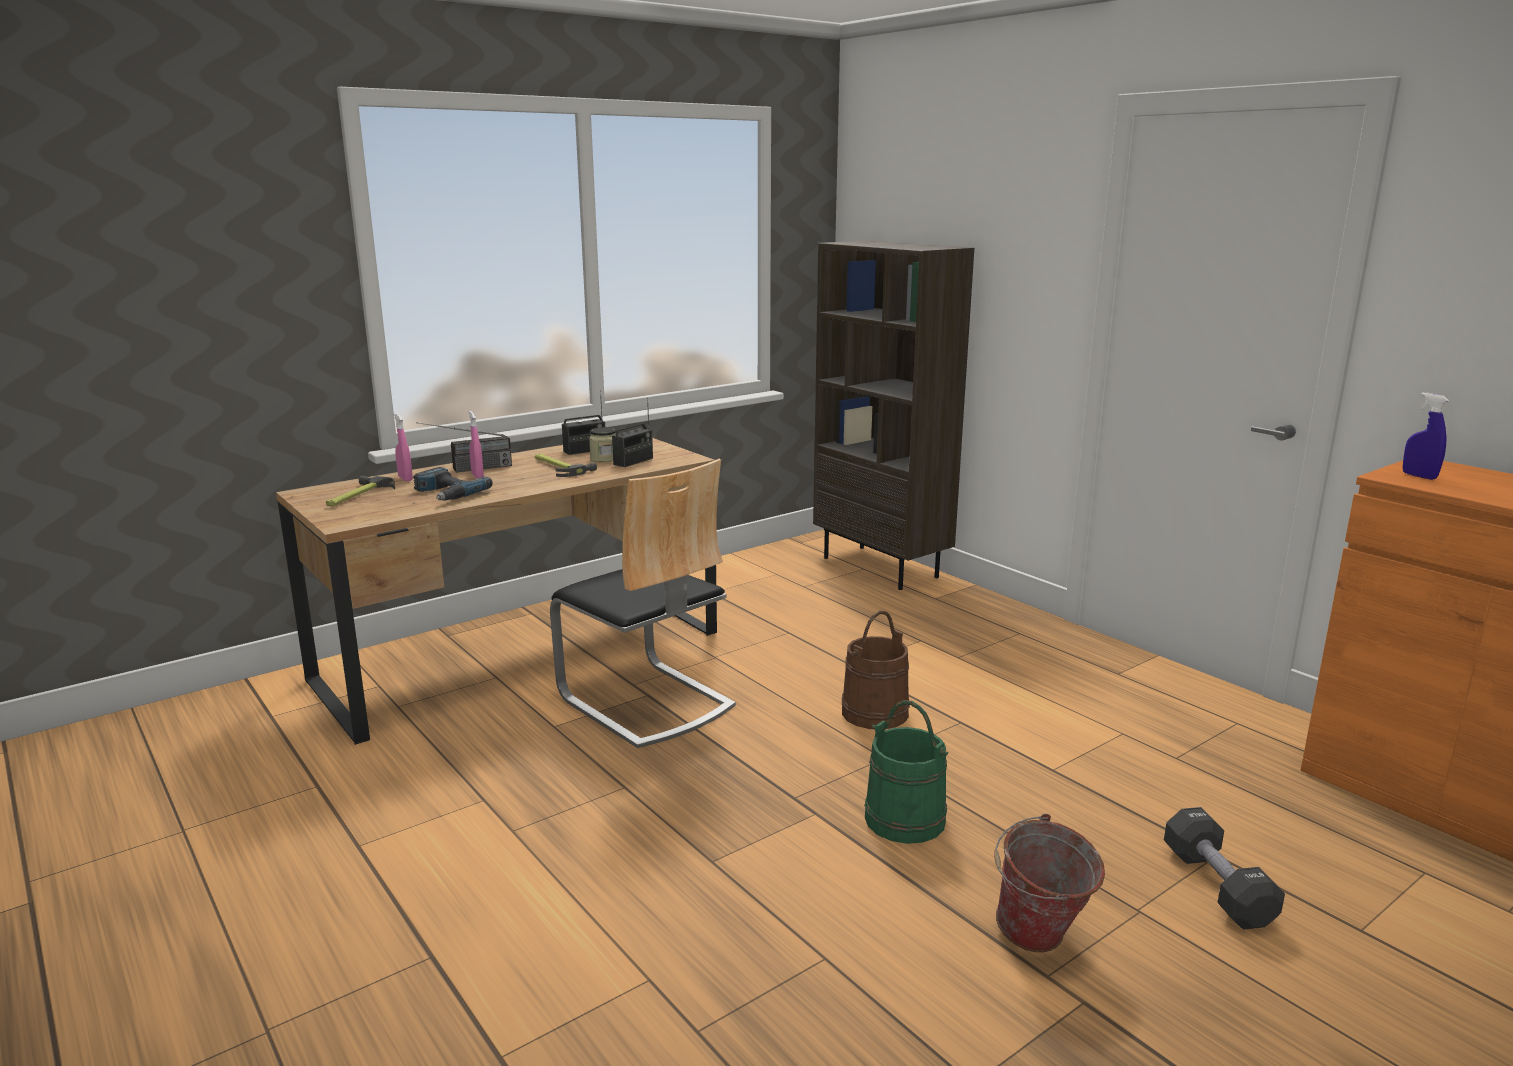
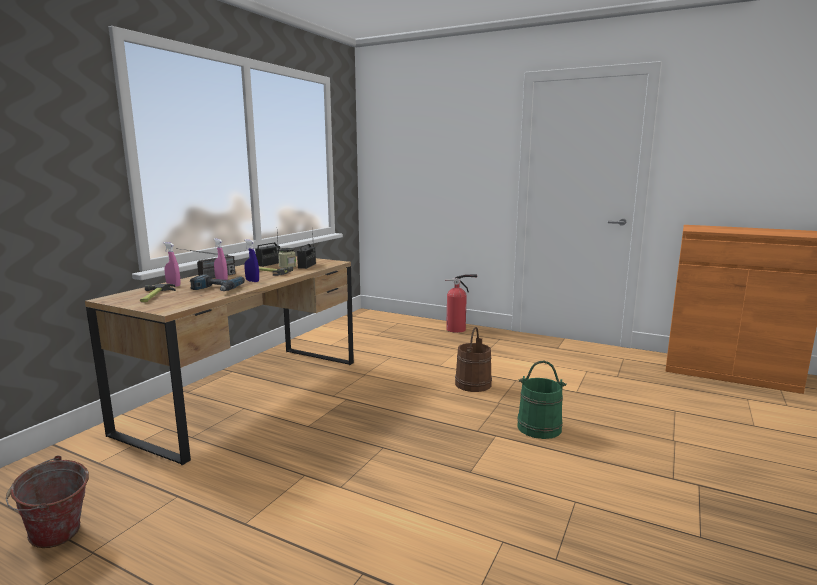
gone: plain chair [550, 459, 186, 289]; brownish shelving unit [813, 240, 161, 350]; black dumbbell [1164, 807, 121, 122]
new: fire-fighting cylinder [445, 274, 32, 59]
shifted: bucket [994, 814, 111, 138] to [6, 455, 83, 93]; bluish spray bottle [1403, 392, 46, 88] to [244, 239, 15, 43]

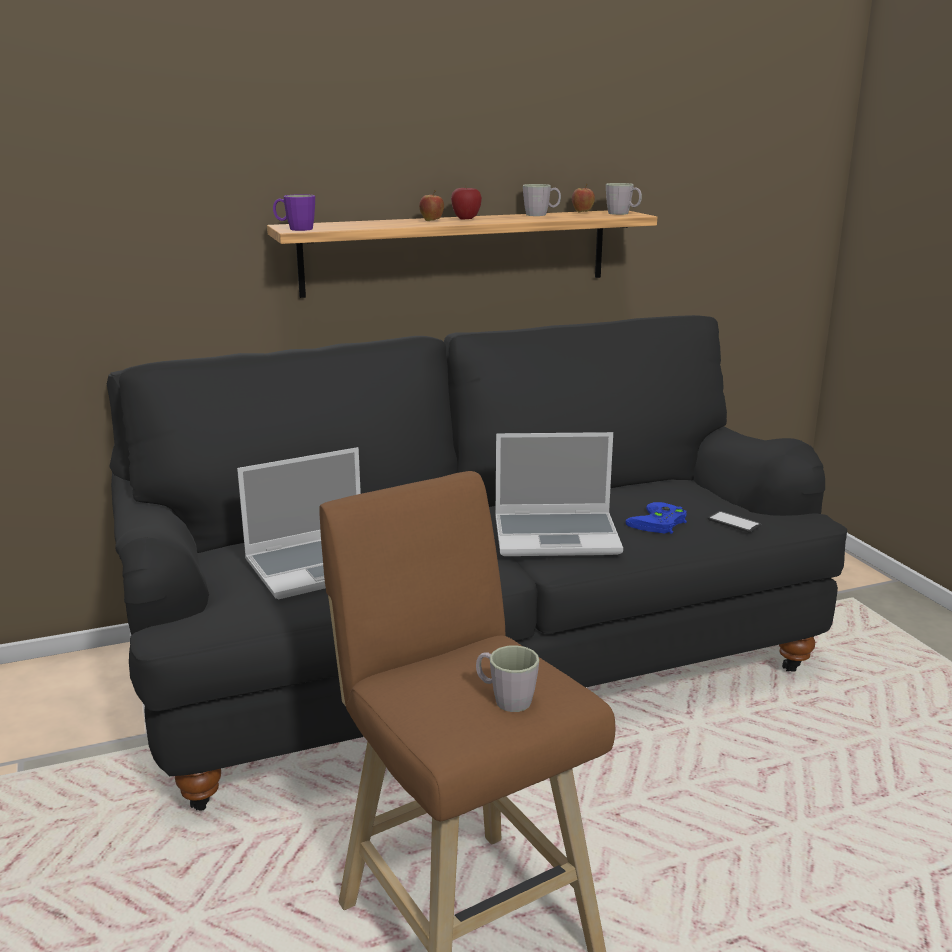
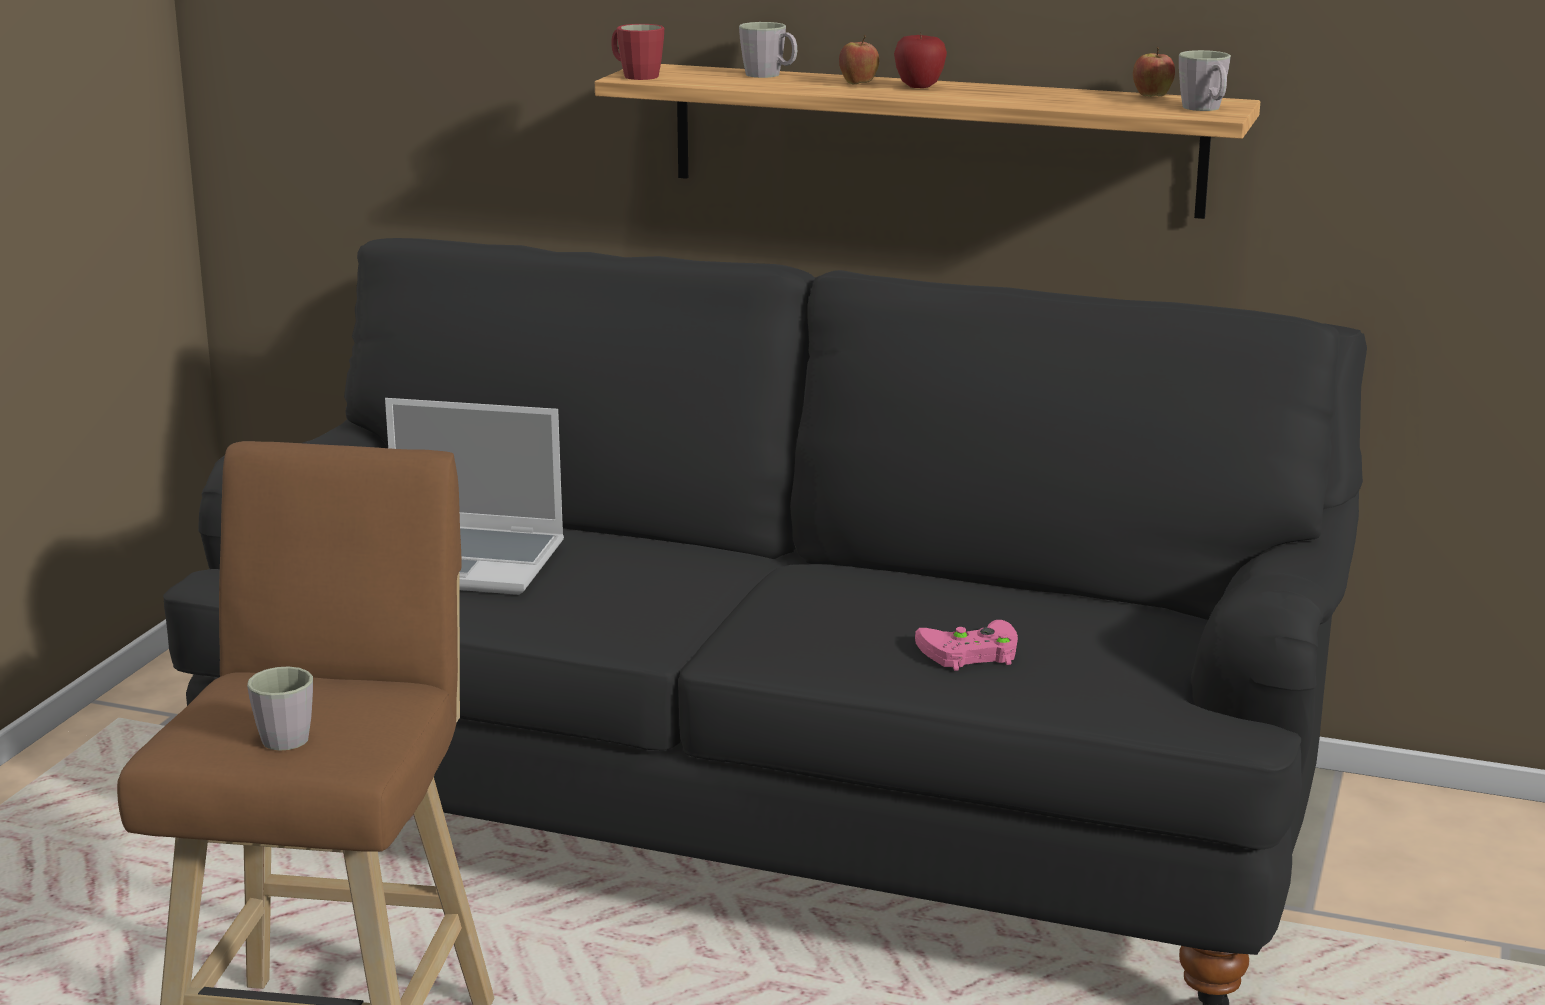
gone: portable computer [495, 432, 128, 124]; phone [708, 511, 53, 21]
shifted: gray tea mug [523, 184, 38, 32] to [739, 22, 58, 56]
repainted: purple-coloured tea mug [273, 194, 42, 37] to reddish tea mug [611, 24, 53, 56]; bluish gamepad [625, 502, 62, 32] to pinkish gamepad [915, 620, 103, 51]

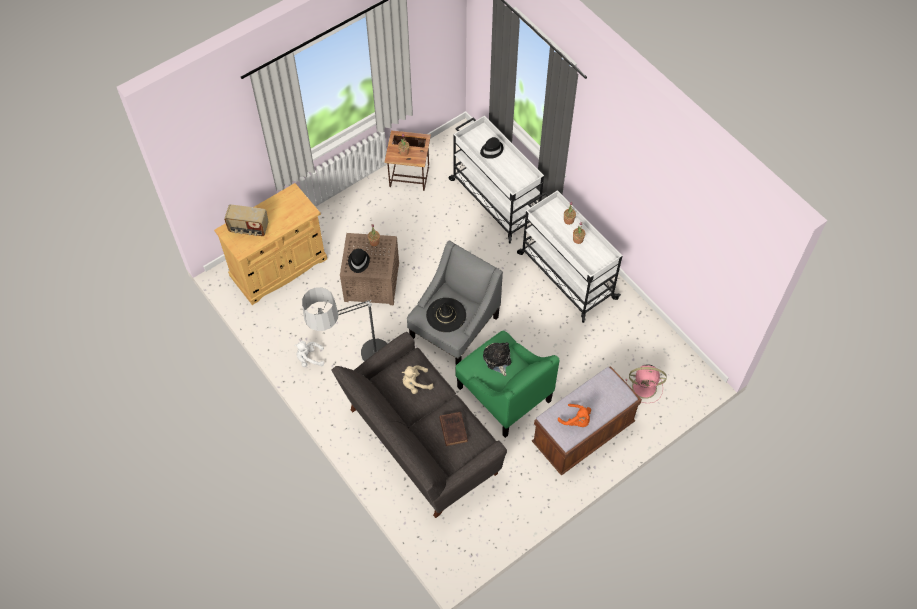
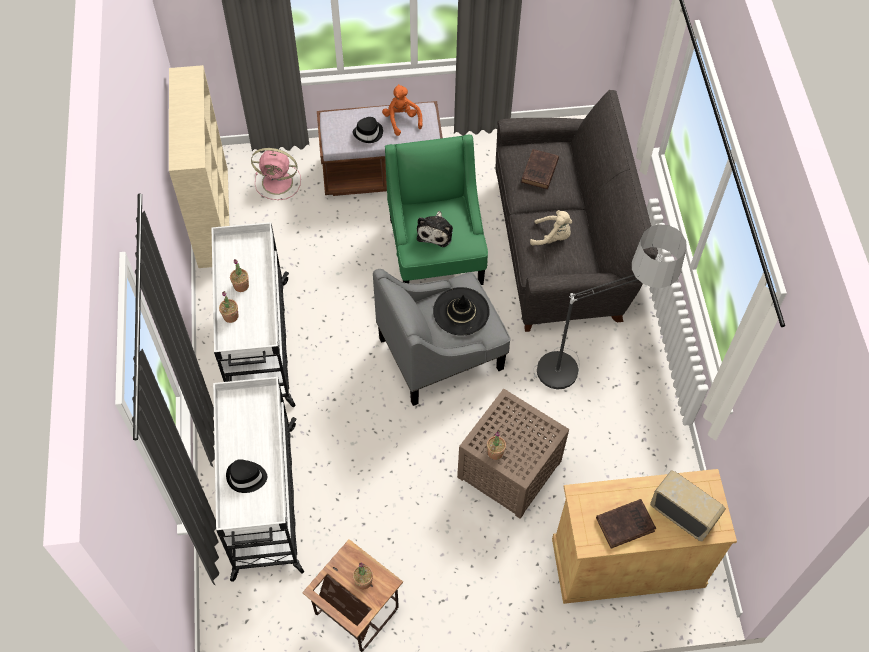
gone: white soft toy [295, 341, 29, 26]
new: beige shelving unit [169, 65, 60, 203]; brownish volume [596, 499, 60, 49]
shifted: black wearable hat [348, 249, 22, 24] to [353, 117, 30, 26]
rotated: pinkish electric fan [626, 364, 41, 39] = [251, 148, 50, 52] 150 degrees clockwise

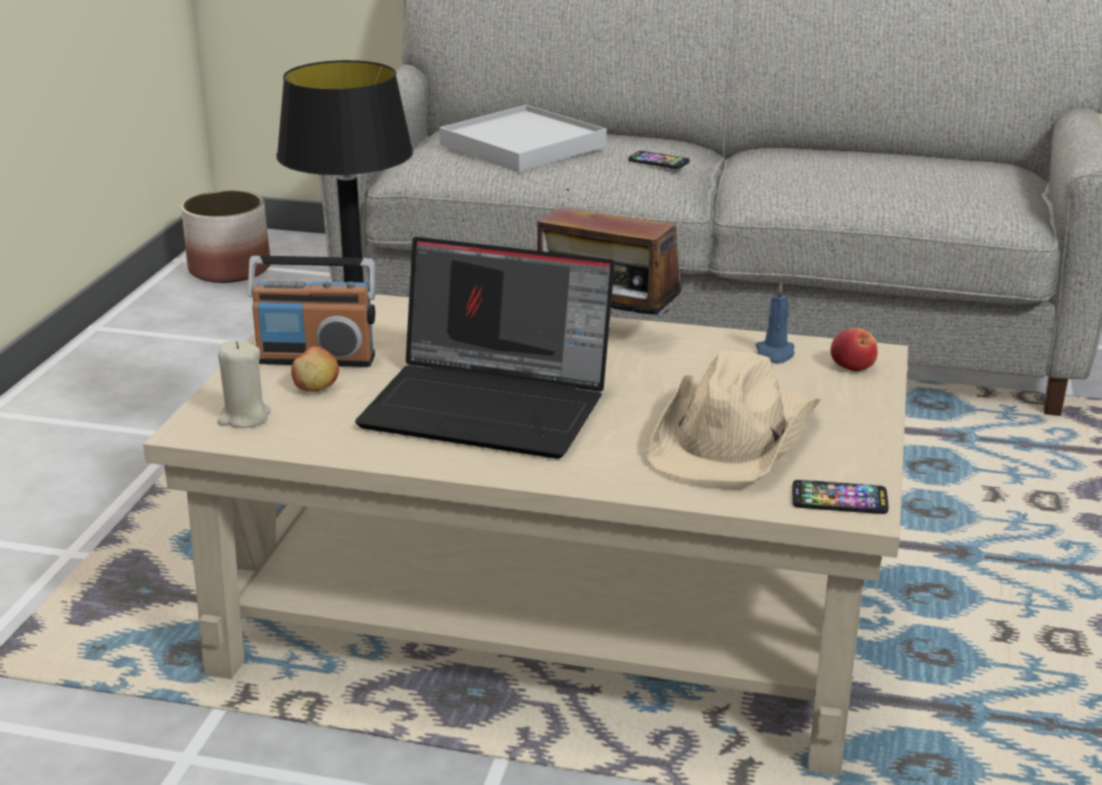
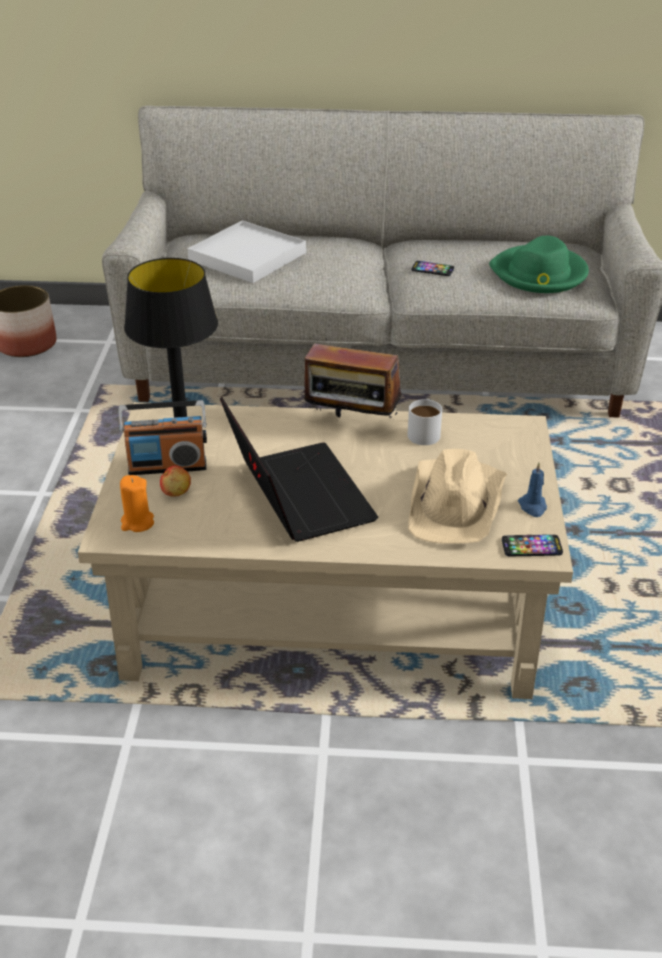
gone: whole apple [830, 328, 48, 43]
new: white tea mug [408, 399, 34, 46]; green-coloured wearable hat [489, 236, 100, 57]
shifted: phone [628, 151, 62, 18] to [412, 261, 42, 15]; bluish candle [756, 282, 38, 81] to [518, 462, 29, 55]
repainted: beige candle [217, 340, 54, 88] to orangey candle [120, 475, 34, 57]
rotated: portable computer [355, 237, 260, 222] = [220, 397, 159, 145] 120 degrees counterclockwise

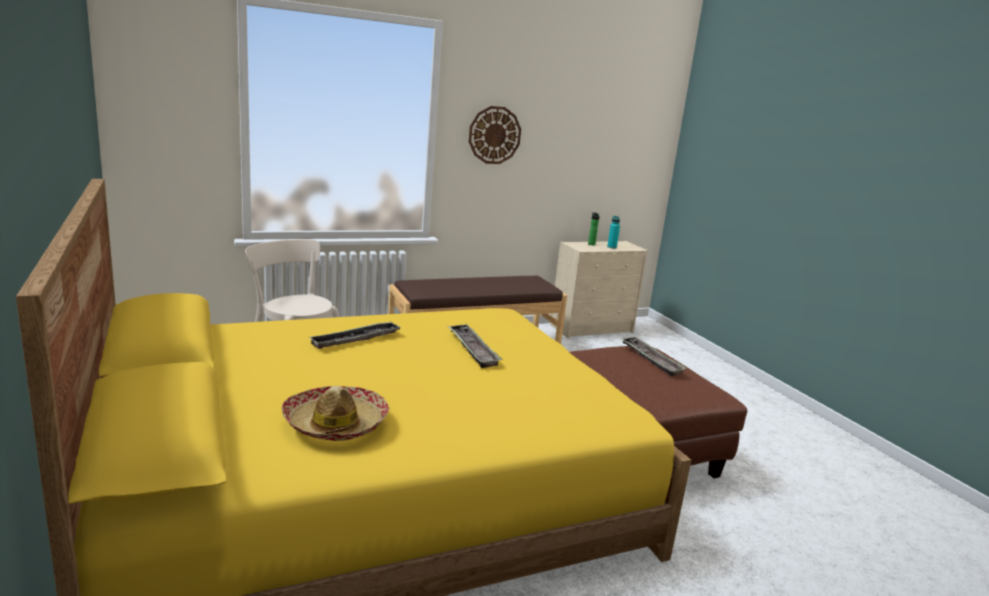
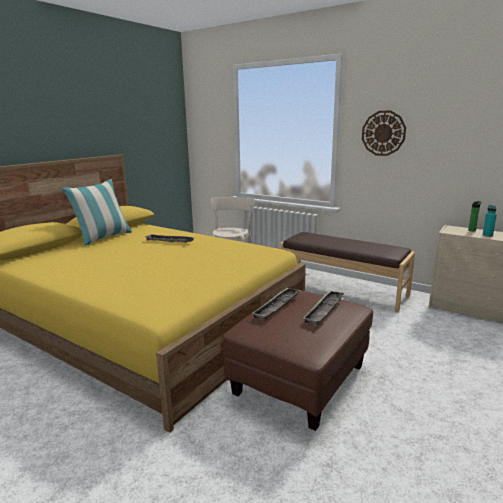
gone: wearable hat [282, 386, 107, 55]
new: pillow [61, 179, 71, 67]
shifted: tray [447, 324, 55, 44] to [253, 288, 48, 32]

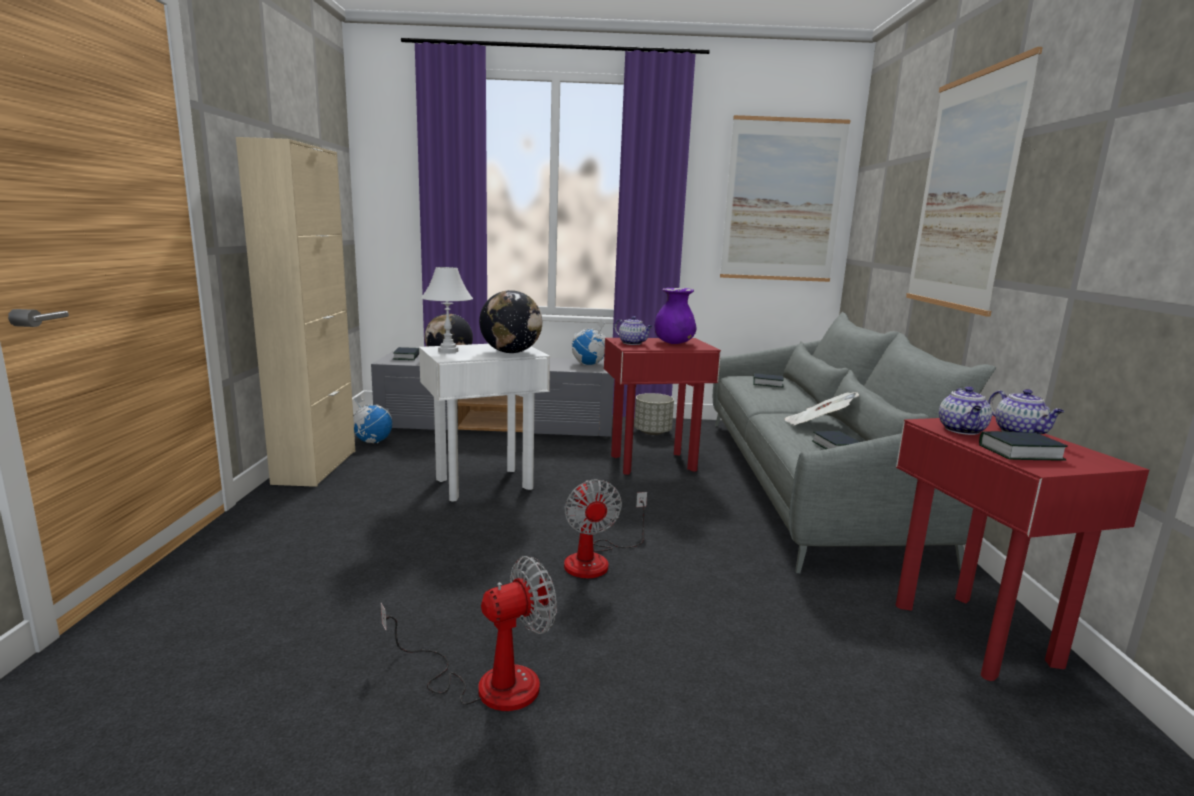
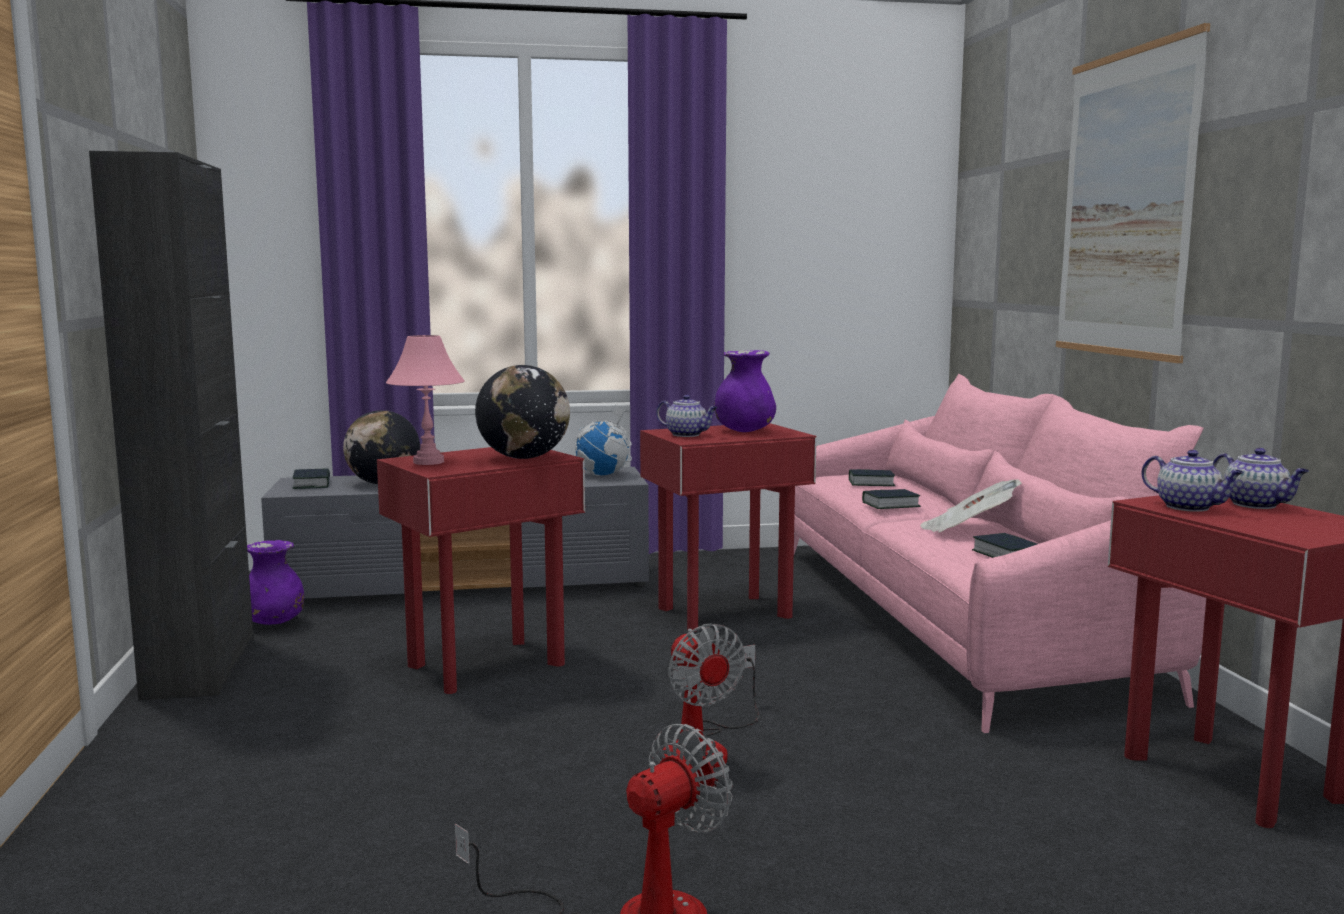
gone: gray plant pot [634, 393, 40, 42]; picture [720, 115, 130, 167]
shifted: volume [979, 431, 89, 30] to [862, 489, 59, 20]
swapped: desk globe [353, 396, 39, 47] to purple-coloured flower vase [247, 540, 57, 85]
repainted: beige cabinet [236, 137, 119, 350] to black cabinet [89, 151, 165, 549]; white accent table [419, 344, 131, 157] to reddish accent table [377, 447, 208, 247]; white lamp for a table [421, 267, 52, 86] to pinkish lamp for a table [386, 335, 78, 130]; gray sofa [713, 312, 284, 261] to pinkish sofa [794, 374, 412, 359]
rotated: pot for tea [939, 386, 53, 49] = [1142, 450, 102, 62] 45 degrees counterclockwise

